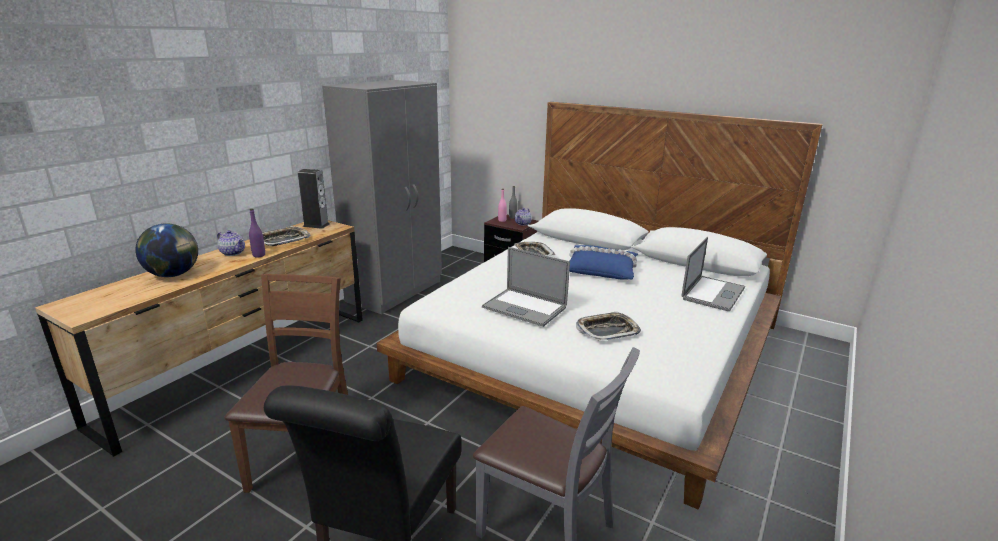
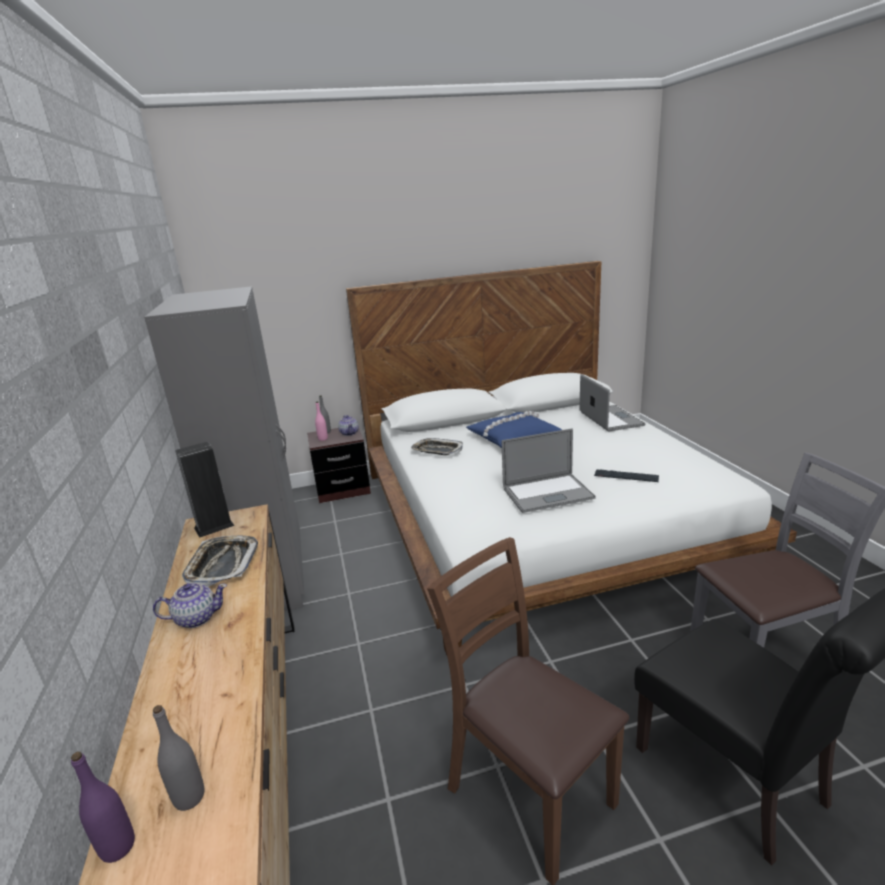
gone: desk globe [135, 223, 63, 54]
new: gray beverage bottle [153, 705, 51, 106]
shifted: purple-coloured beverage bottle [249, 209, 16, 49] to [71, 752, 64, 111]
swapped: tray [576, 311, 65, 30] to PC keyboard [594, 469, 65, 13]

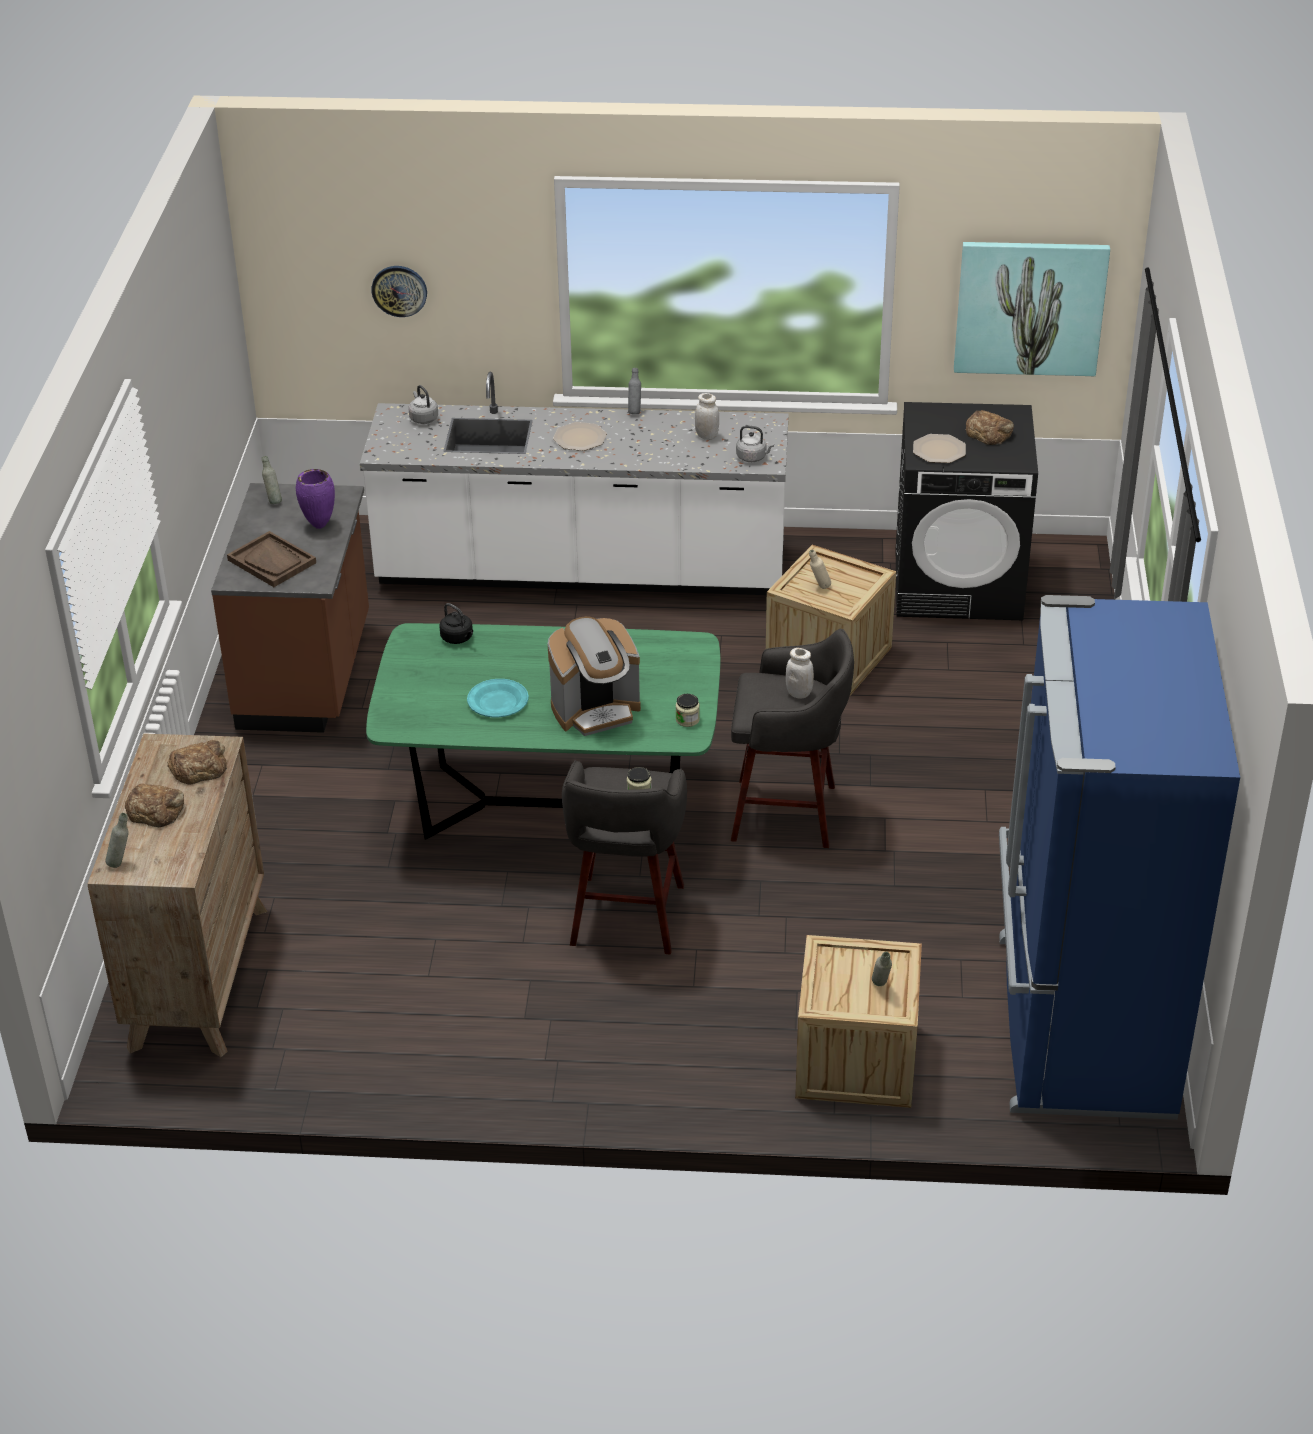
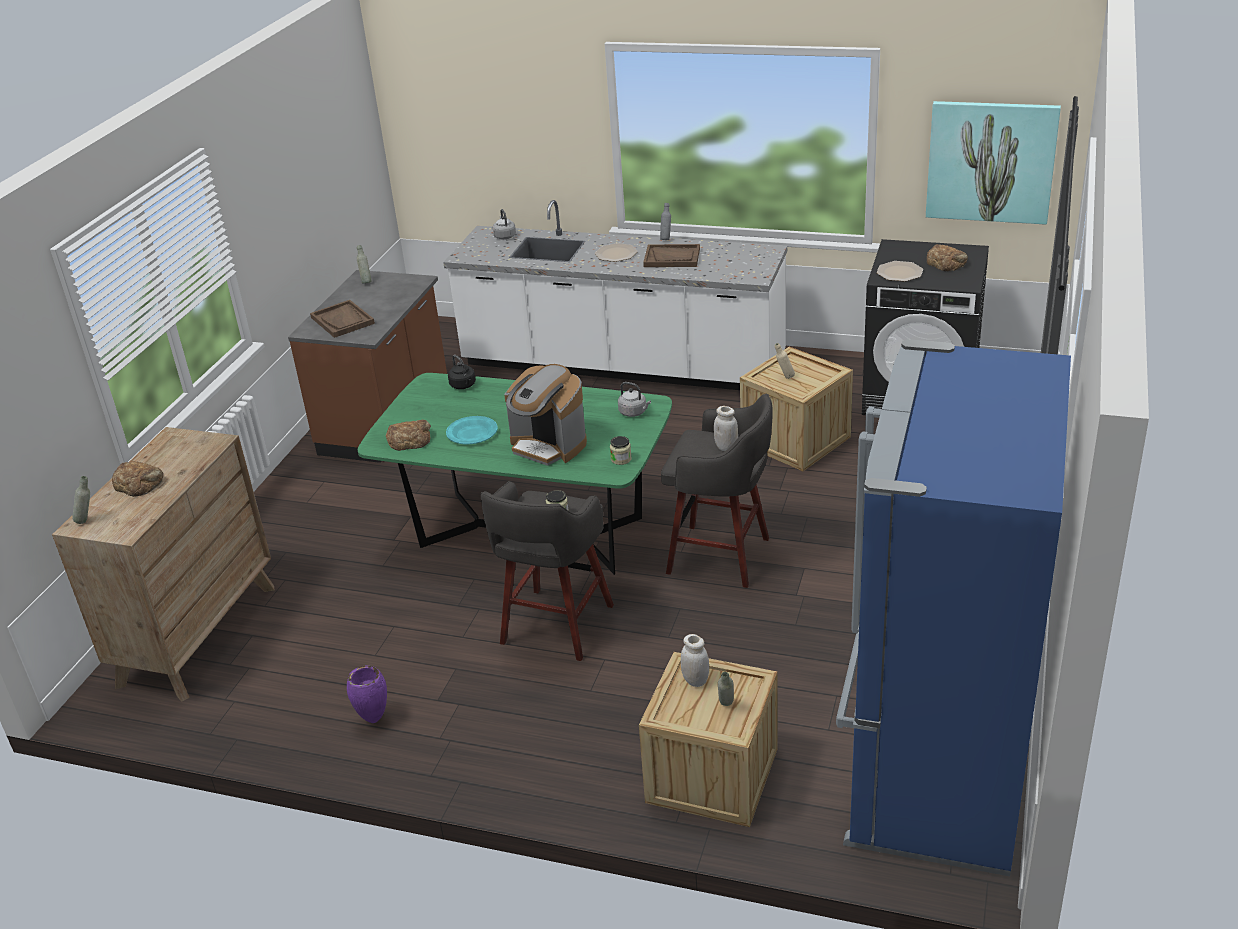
gone: wall clock [371, 266, 56, 51]
new: brownish tray [643, 244, 57, 23]
shifted: baked bread [167, 740, 60, 45] to [385, 420, 46, 31]; purple-coloured flower vase [296, 469, 39, 60] to [347, 666, 40, 57]; white jar [695, 393, 24, 47] to [681, 634, 28, 53]; gray water kettle [736, 425, 38, 37] to [618, 382, 33, 35]
rotated: coffee machine [548, 616, 93, 120] = [504, 364, 83, 102] 45 degrees clockwise

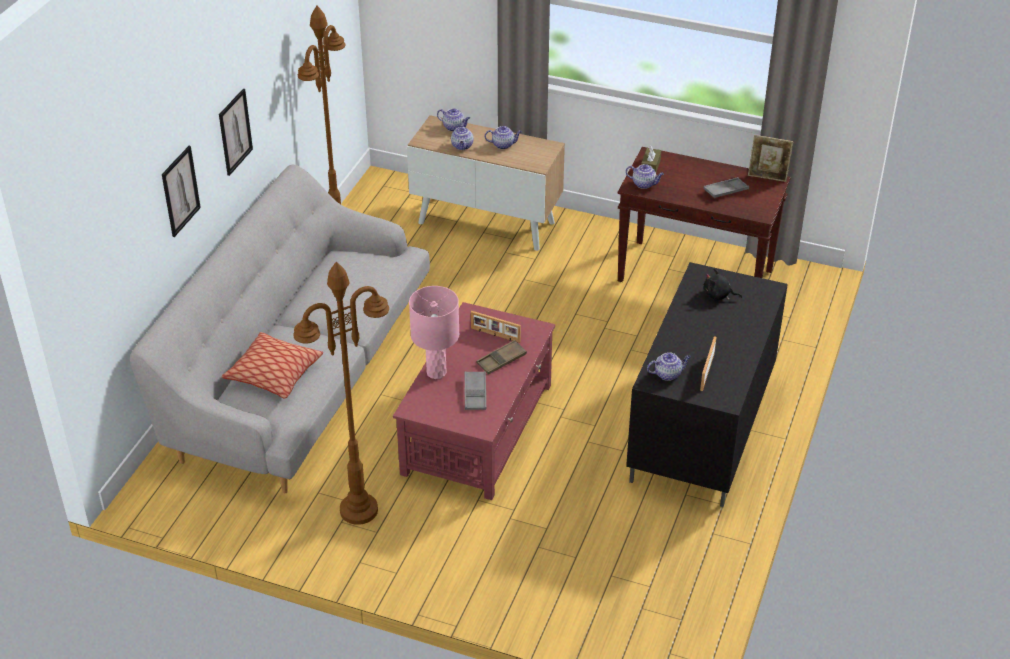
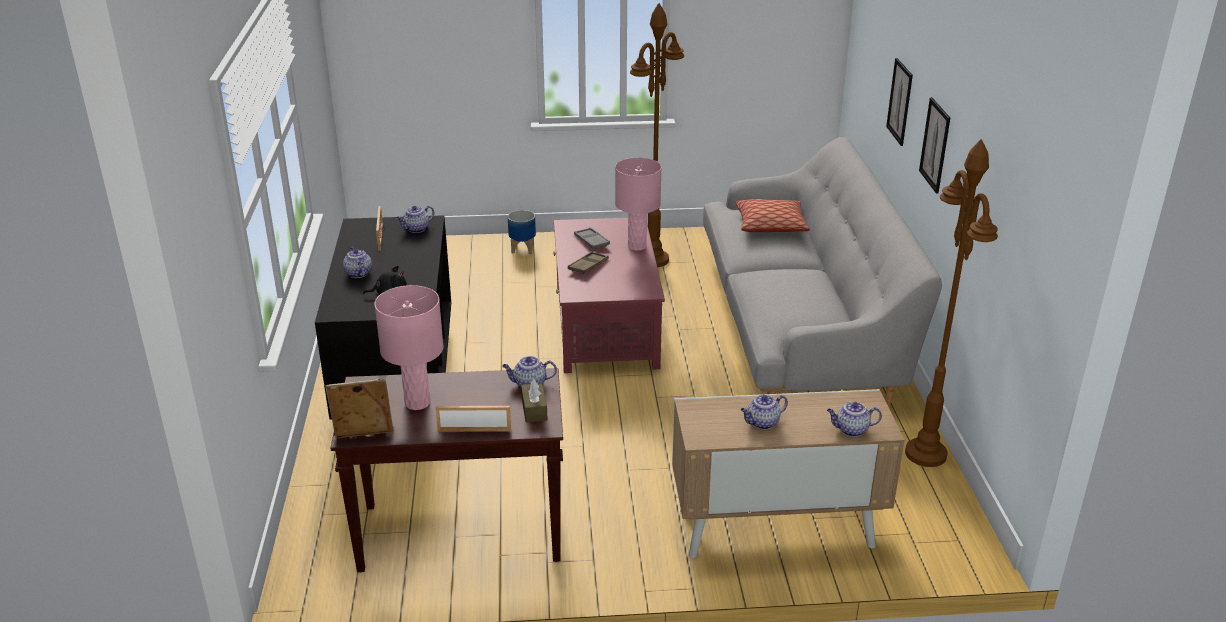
new: plant pot [508, 210, 28, 44]
shifted: pot for tea [451, 123, 23, 27] to [343, 247, 29, 31]; picture frame [471, 311, 50, 32] to [436, 406, 75, 26]
swapped: gray tray [703, 177, 46, 21] to pinkish lamp for a table [374, 285, 69, 125]

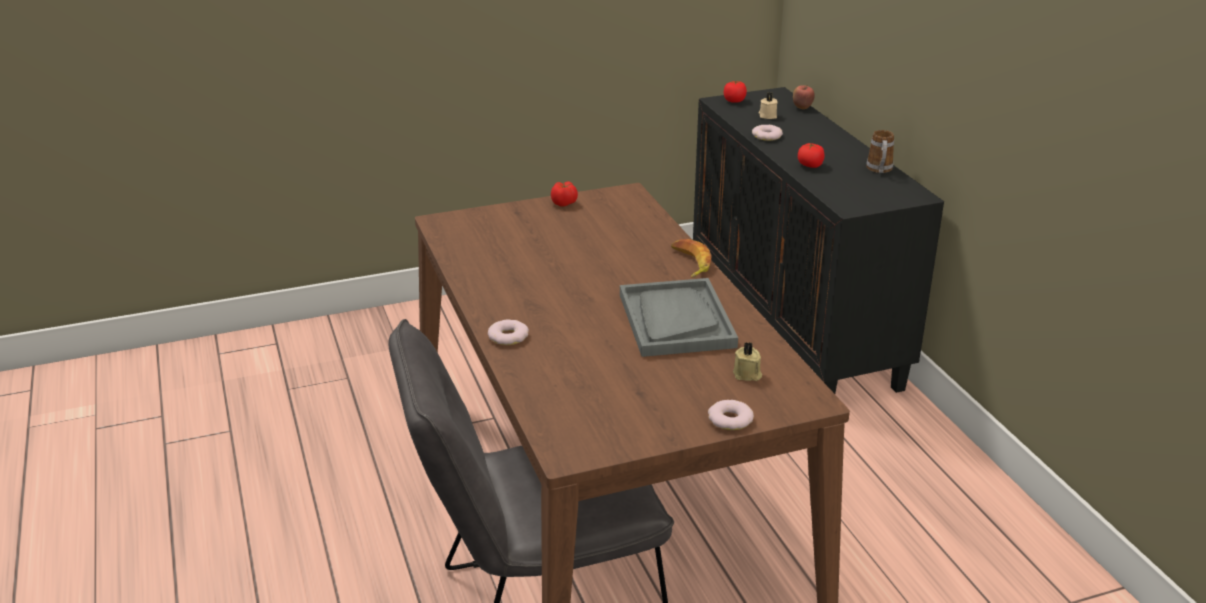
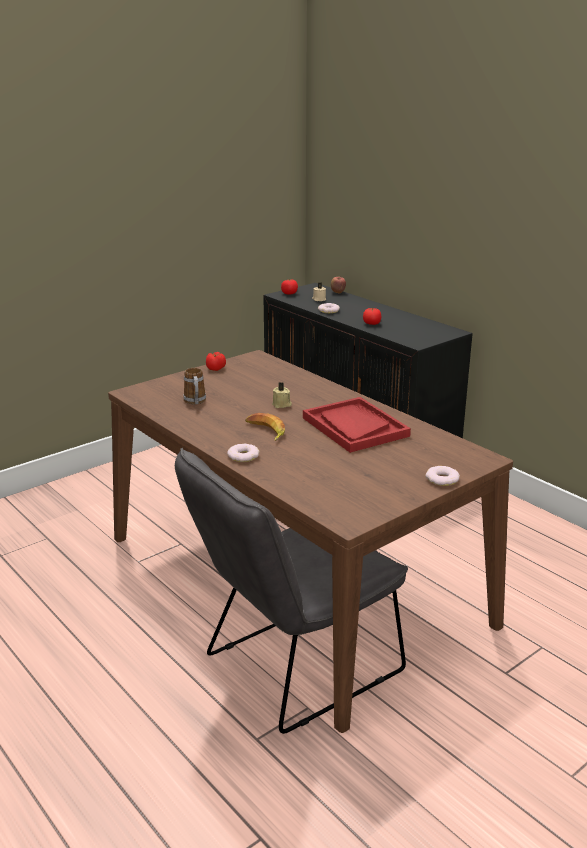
shifted: banana fruit [671, 239, 40, 39] to [245, 413, 40, 28]; beige candle [733, 342, 29, 39] to [272, 382, 20, 26]; tea mug [866, 130, 28, 43] to [184, 368, 22, 36]
repainted: gray tray [620, 278, 118, 79] to reddish tray [303, 397, 108, 56]

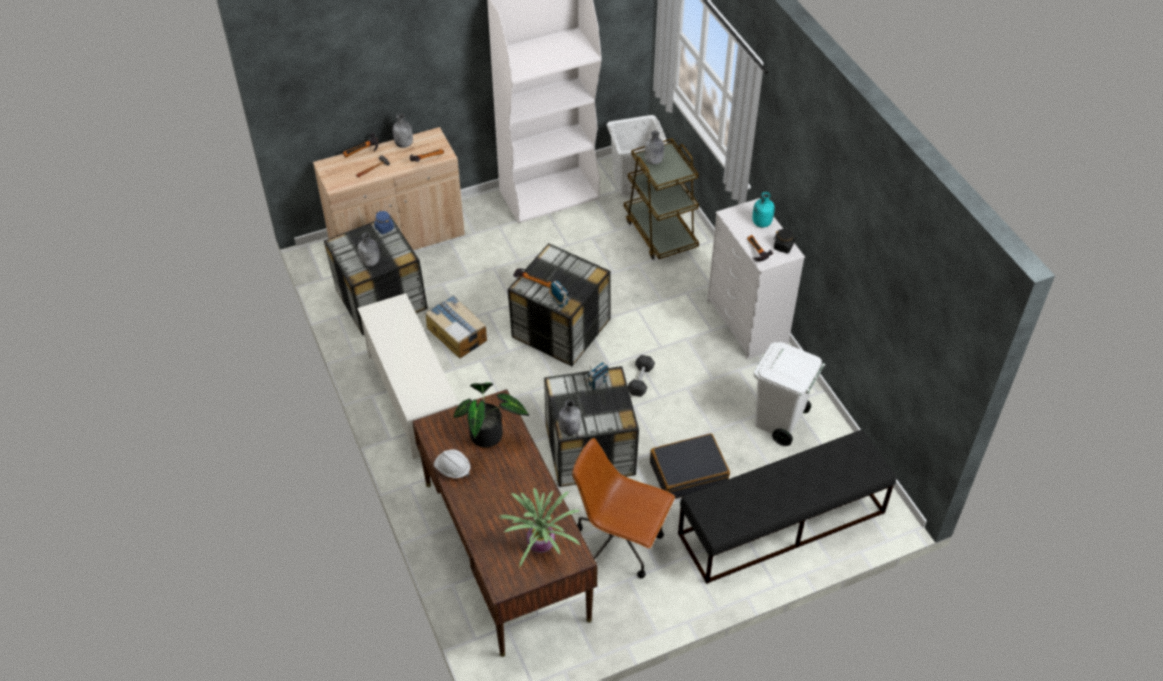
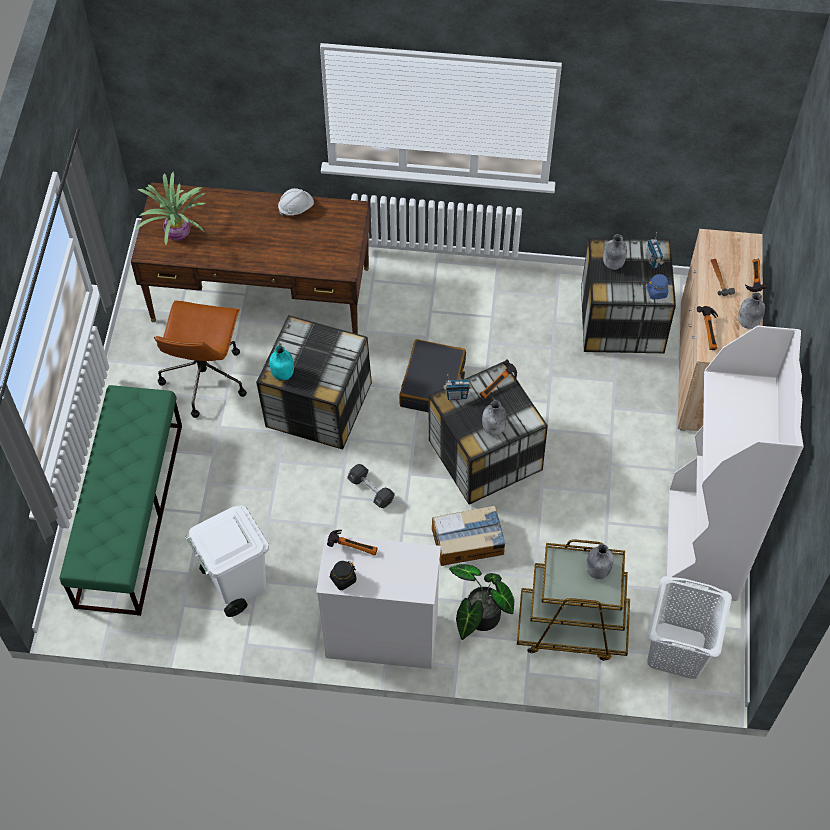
gone: white shoe rack [357, 293, 102, 166]
shifted: carton [426, 295, 61, 63] to [432, 505, 74, 61]; plant in a pot [453, 382, 76, 65] to [449, 564, 65, 76]; gray beverage bottle [558, 400, 23, 35] to [482, 400, 25, 35]; radio receiver [586, 362, 22, 28] to [646, 232, 18, 36]; black suitcase [650, 433, 80, 66] to [399, 339, 67, 73]; turquoise beverage bottle [753, 192, 22, 36] to [269, 346, 25, 35]
repainted: black long seat [678, 430, 218, 154] to green-coloured long seat [60, 385, 122, 231]
rotated: brownish desk chair [572, 438, 103, 141] = [154, 300, 93, 118] 135 degrees clockwise

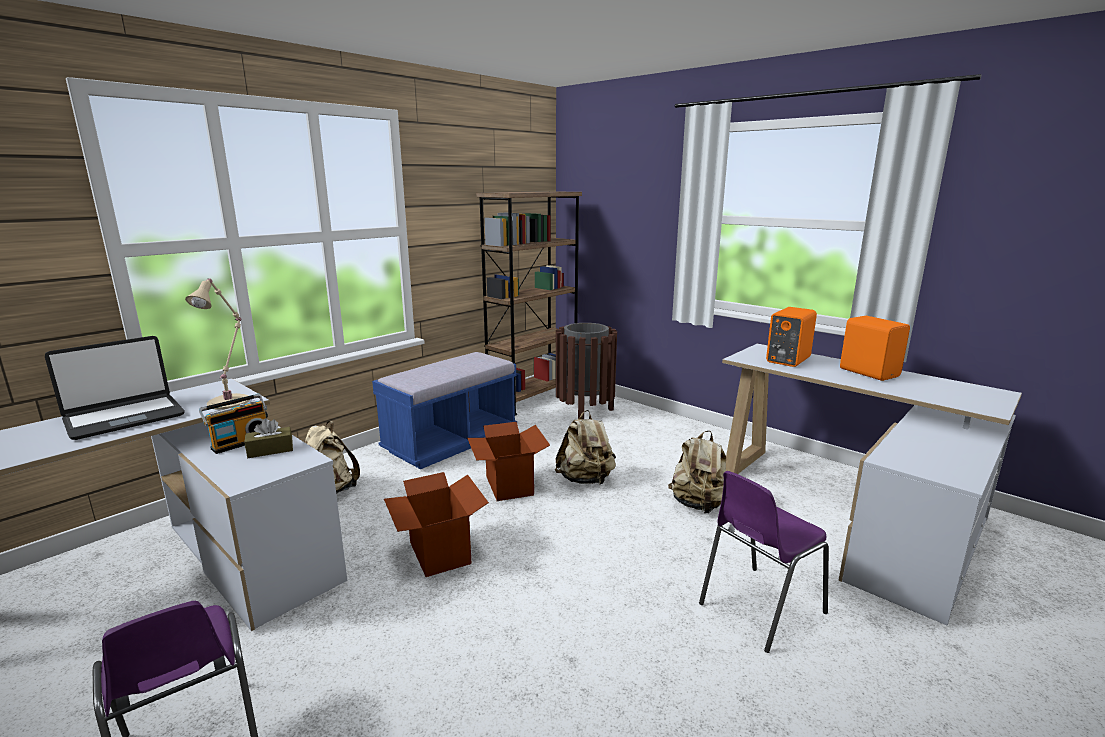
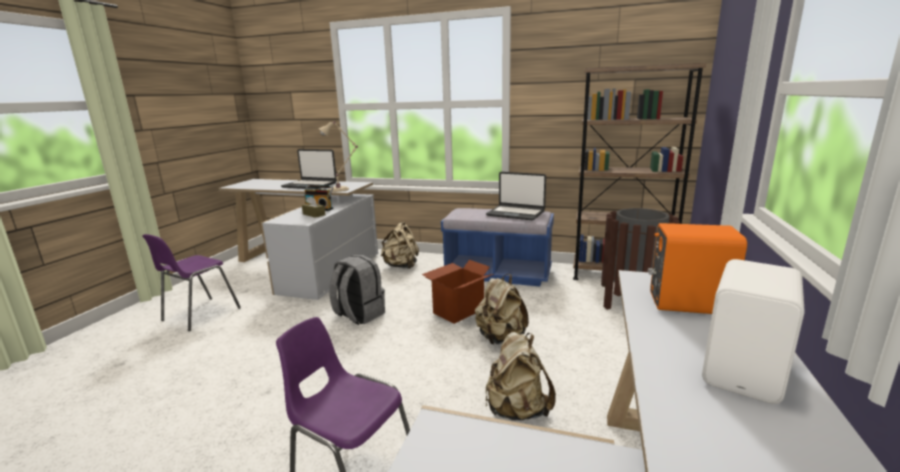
new: portable computer [486, 172, 60, 48]
swapped: carton [384, 472, 105, 105] to gray backpack [329, 255, 56, 70]
repainted: orangey speaker [840, 316, 70, 65] to white speaker [702, 259, 103, 145]

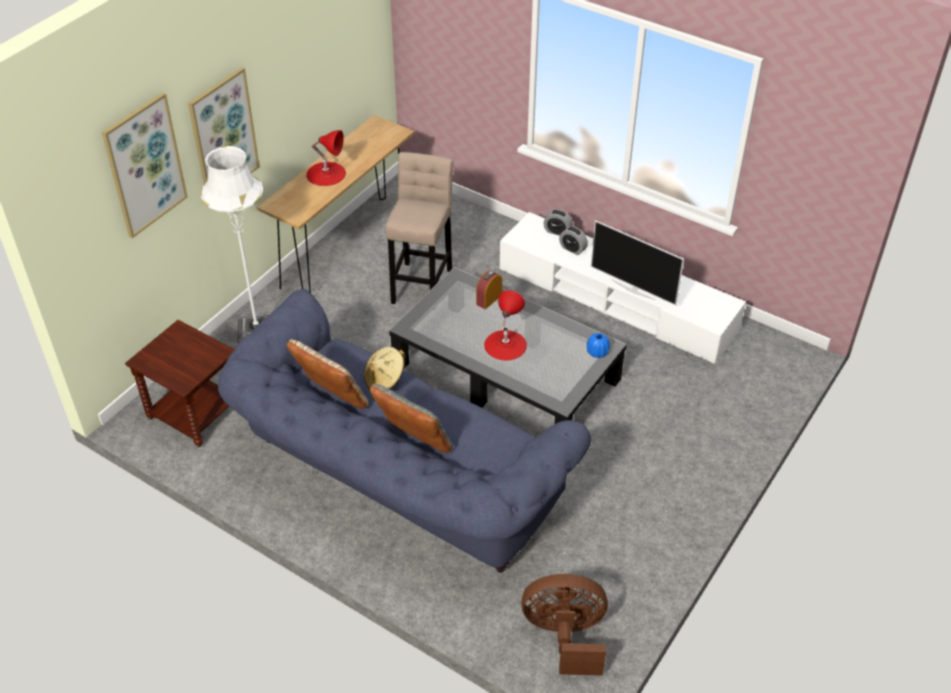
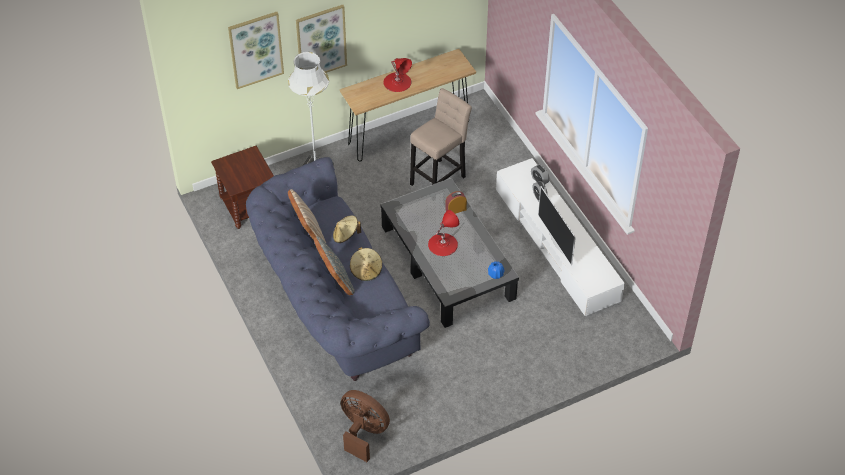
new: beige wearable hat [350, 247, 32, 34]

